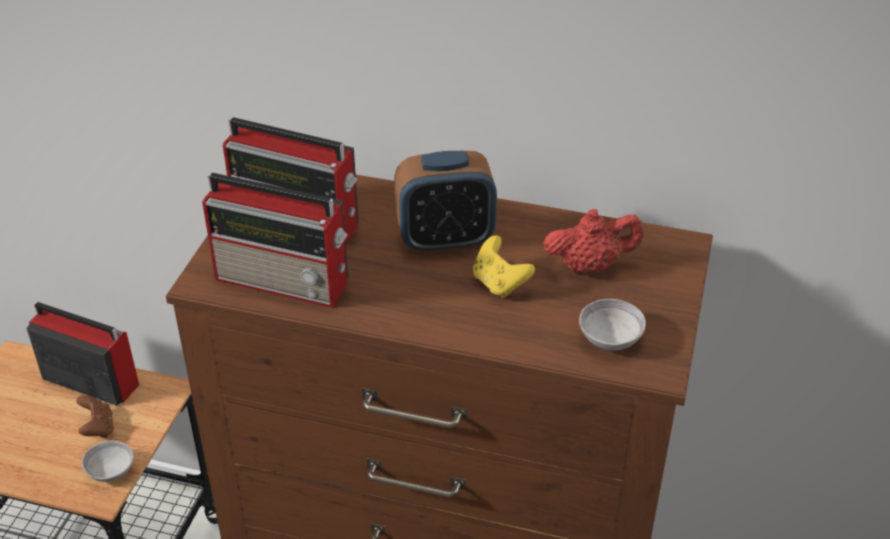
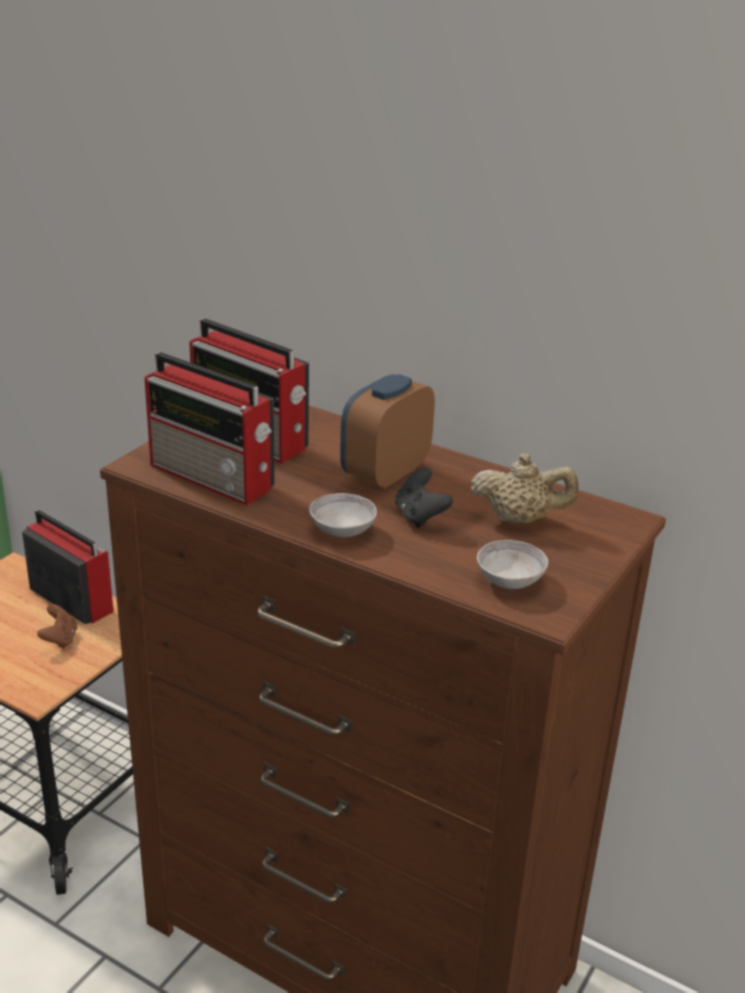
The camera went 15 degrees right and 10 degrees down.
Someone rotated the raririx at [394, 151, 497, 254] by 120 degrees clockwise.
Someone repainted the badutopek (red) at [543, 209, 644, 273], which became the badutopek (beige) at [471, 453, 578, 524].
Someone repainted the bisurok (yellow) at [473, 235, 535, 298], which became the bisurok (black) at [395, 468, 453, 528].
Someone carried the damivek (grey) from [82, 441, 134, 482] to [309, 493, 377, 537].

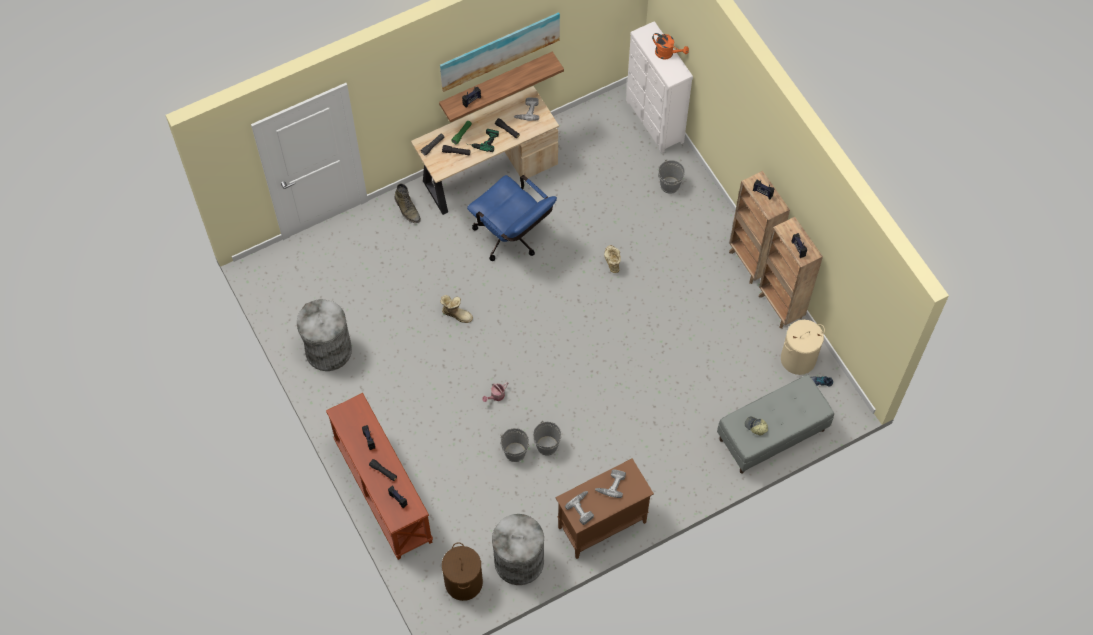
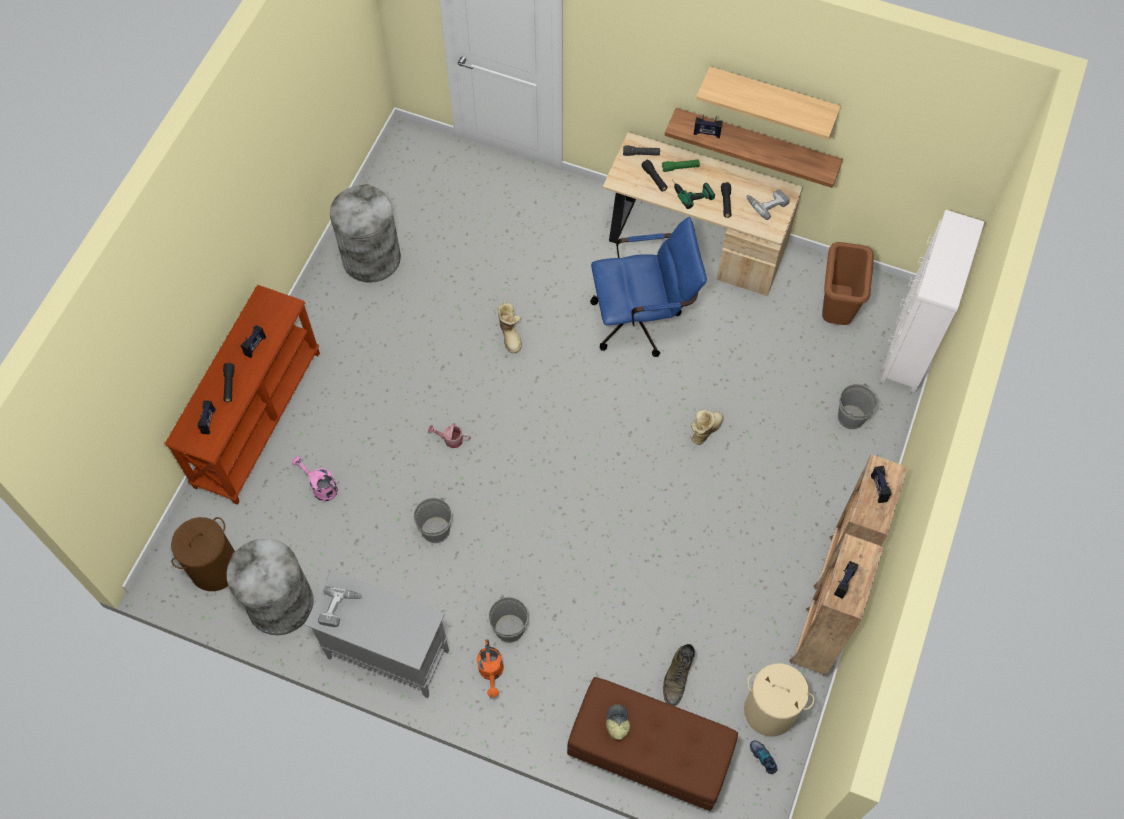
The camera went 50 degrees right and 0 degrees up.
Someone swapped the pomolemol at [440, 12, 560, 92] for the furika at [696, 67, 841, 139].
Someone carried the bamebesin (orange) from [652, 33, 689, 60] to [477, 639, 504, 698].
Someone rotated the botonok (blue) at [467, 175, 557, 261] by 105 degrees counterclockwise.
Someone carried the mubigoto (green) from [394, 183, 421, 223] to [663, 644, 695, 706].
Someone repainted the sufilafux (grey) at [717, 375, 834, 474], which became the sufilafux (brown) at [567, 677, 738, 811].
Someone carried the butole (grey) from [500, 428, 530, 462] to [489, 595, 528, 643].
Someone repainted the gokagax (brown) at [555, 458, 654, 559], which became the gokagax (grey) at [304, 570, 449, 698].
Someone took away the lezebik at [595, 469, 626, 498].
Someone put down the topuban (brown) at [822, 242, 874, 325].
Someone put down the bamebesin (pink) at [292, 456, 338, 501].

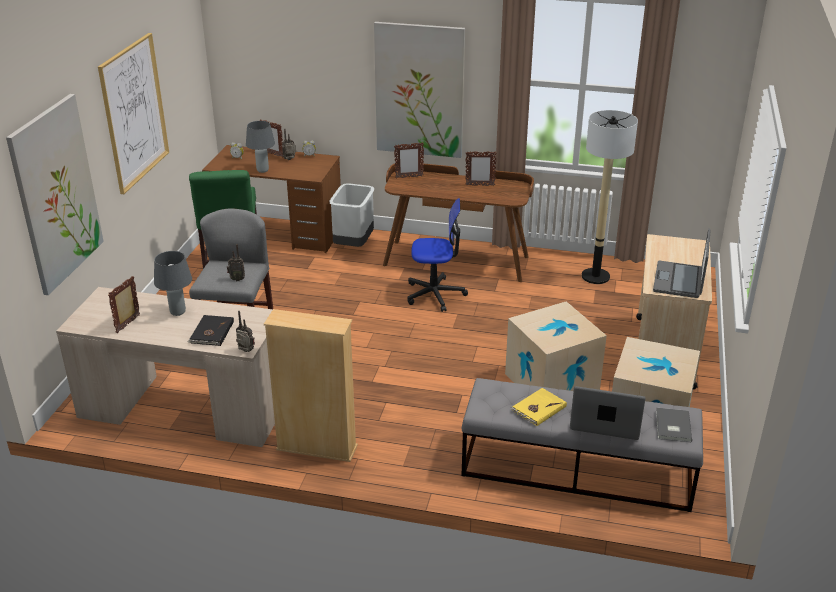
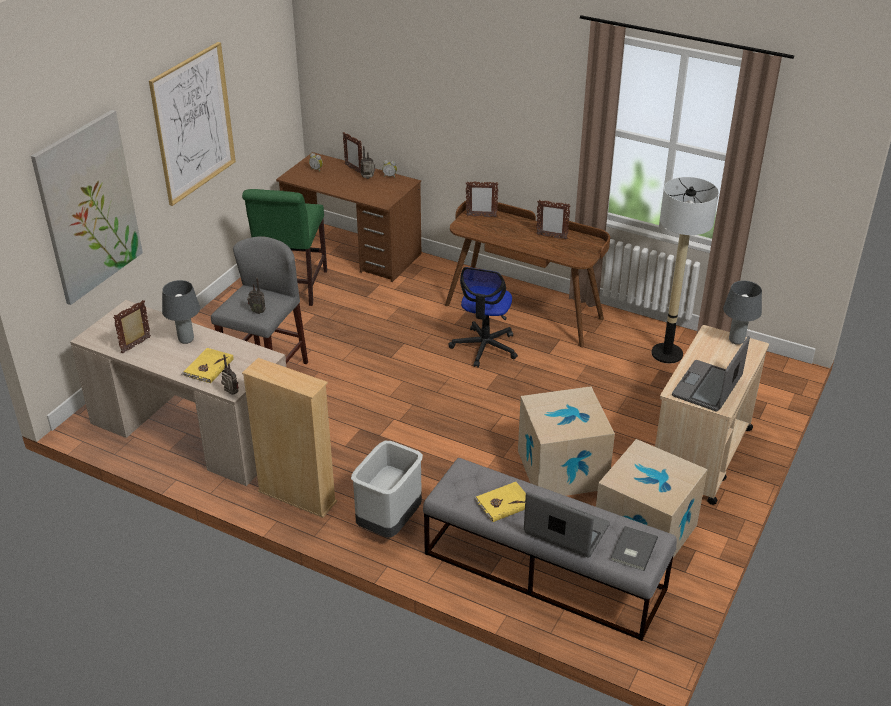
The camera went 15 degrees right and 5 degrees up.
Someone took away the pomolemol at [374, 22, 465, 158].
Someone carried the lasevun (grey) from [246, 121, 275, 173] to [723, 281, 762, 345].
Someone carried the topuban (grey) from [329, 183, 374, 247] to [351, 441, 423, 538].
Someone rotated the botonok at [407, 198, 468, 312] by 90 degrees clockwise.
Someone repainted the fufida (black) at [188, 315, 234, 346], which became the fufida (yellow) at [182, 348, 234, 383].

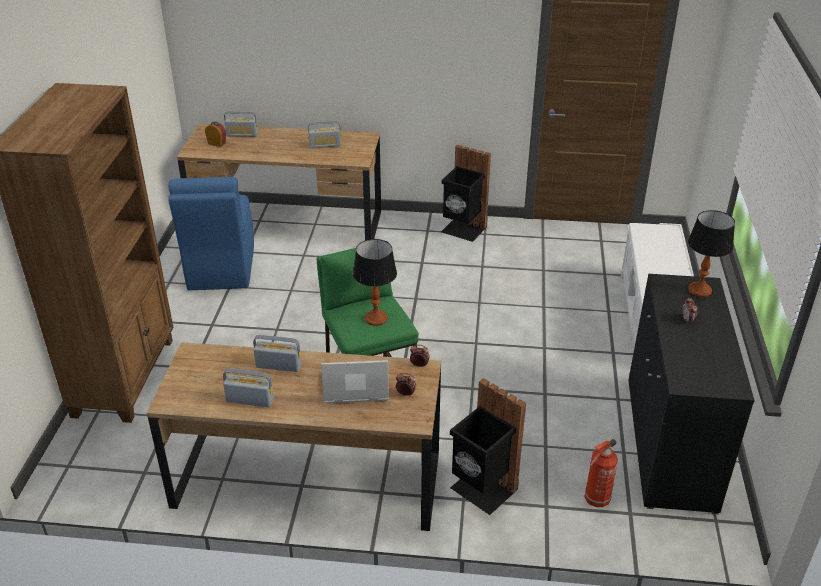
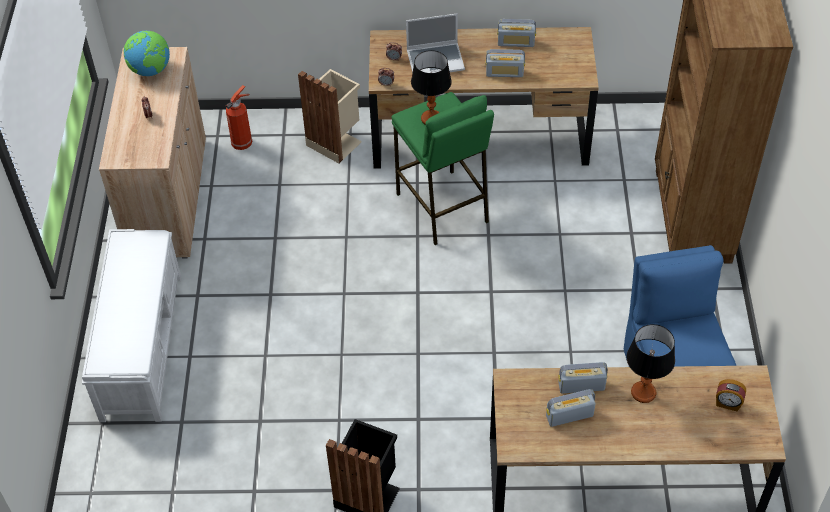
The camera went 175 degrees right and 15 degrees up.
Someone carried the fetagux from [224, 111, 258, 137] to [558, 362, 608, 393].
Someone carried the lasevun from [688, 210, 735, 297] to [626, 324, 675, 403].
Someone repainted the gokagax (black) at [628, 274, 755, 515], which became the gokagax (beige) at [99, 47, 206, 258].
Someone repainted the topuban (black) at [450, 378, 526, 515], which became the topuban (beige) at [298, 69, 362, 163].
Someone put down the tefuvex at [124, 30, 170, 76].

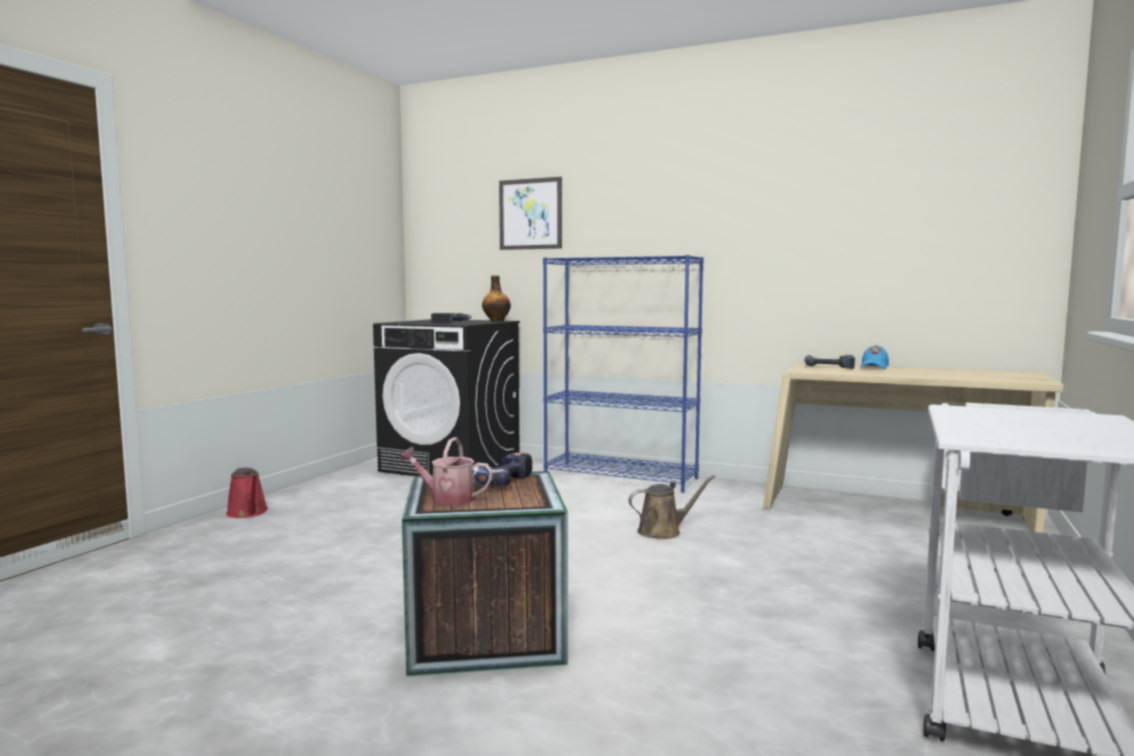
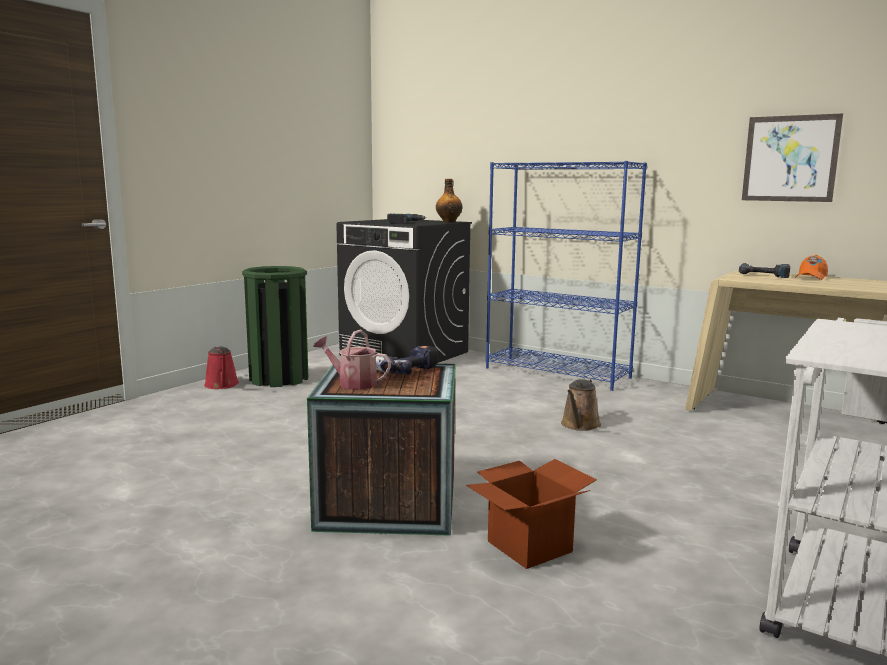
The camera went 10 degrees right and 5 degrees up.
Someone carried the pomolemol from [499, 177, 562, 250] to [742, 113, 843, 202].
Someone repainted the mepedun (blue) at [860, 345, 889, 369], which became the mepedun (orange) at [795, 255, 828, 280].
Someone rotated the bamebesin (brown) at [629, 475, 716, 539] by 120 degrees clockwise.
Someone put down the topuban (green) at [242, 266, 308, 387].
Someone put down the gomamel at [466, 459, 597, 569].

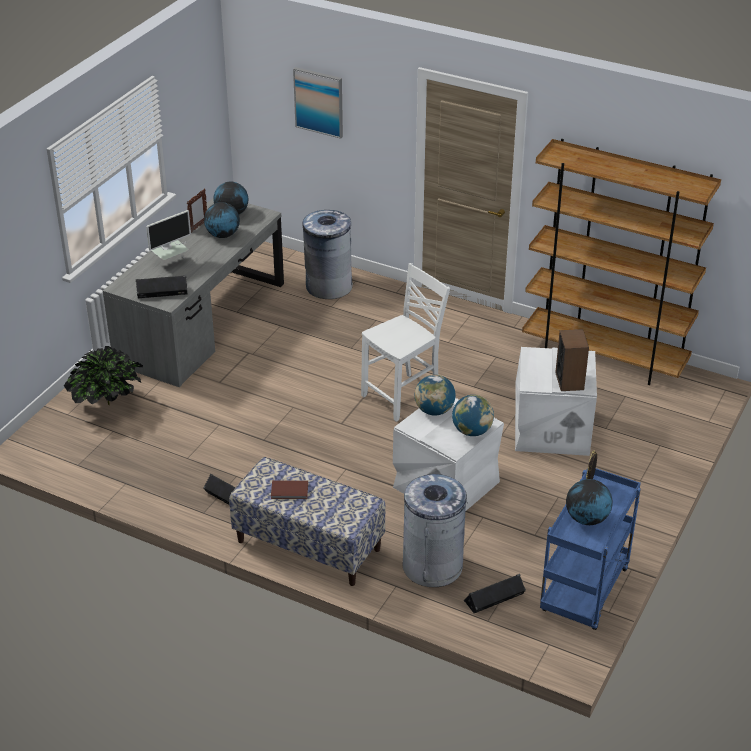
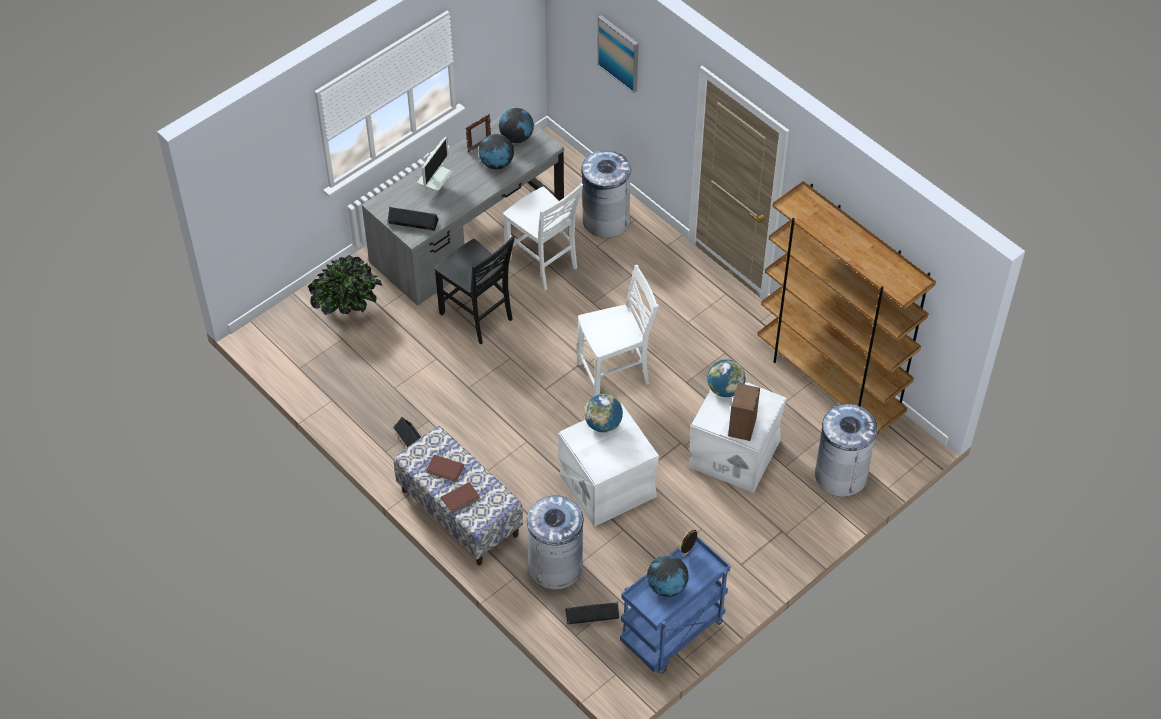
The camera went 20 degrees right and 15 degrees up.
Someone rotated the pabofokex at [146, 210, 191, 260] by 45 degrees counterclockwise.
Someone carried the tefuvex from [452, 395, 494, 436] to [707, 359, 745, 397].
Someone put down the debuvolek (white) at [503, 183, 583, 290].
Someone put down the debuvolek (black) at [434, 235, 515, 344].
Someone put down the topuban (grey) at [815, 404, 878, 497].
Someone put down the fufida (brown) at [441, 482, 480, 513].

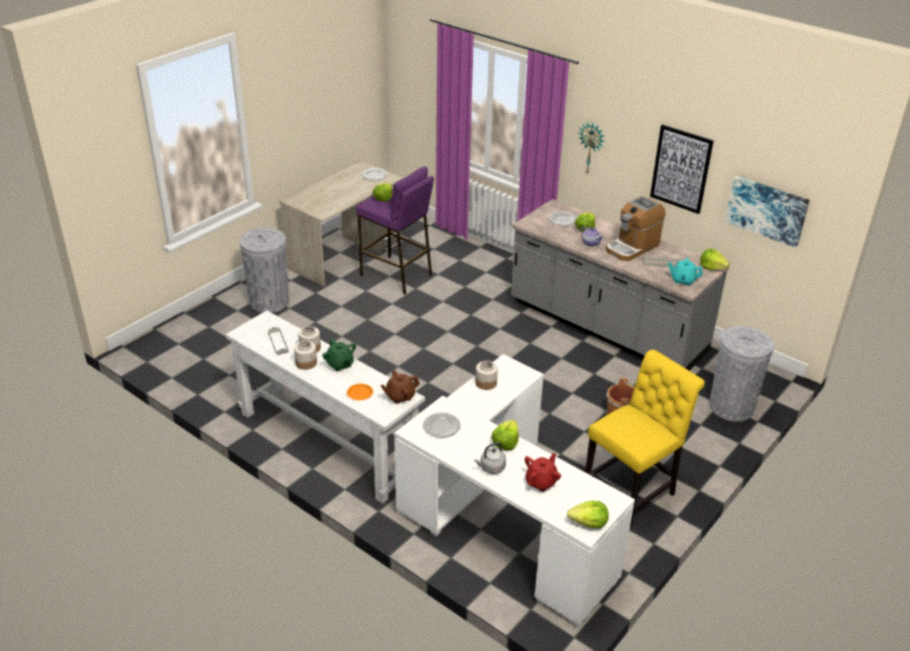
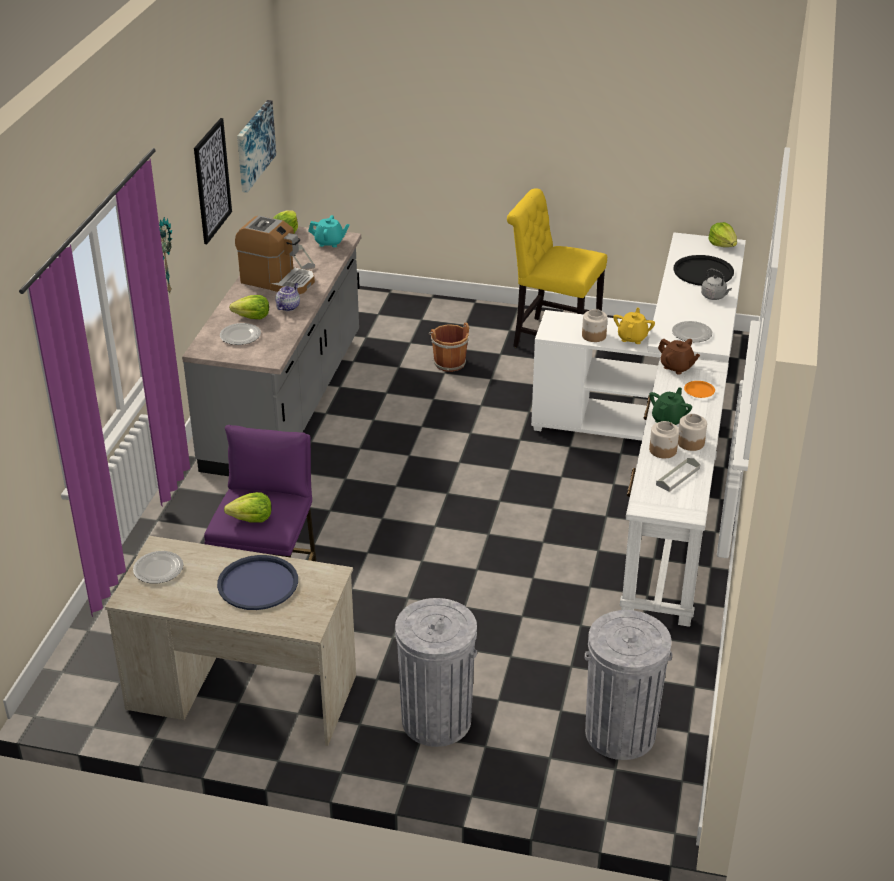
The camera went 115 degrees left and 0 degrees up.
Someone rotated the badutopek (turquoise) at [668, 257, 703, 286] by 75 degrees counterclockwise.
Someone carried the topuban (grey) from [709, 326, 774, 422] to [584, 610, 672, 760].
Someone took away the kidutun at [491, 420, 519, 450].
Someone swapped the badutopek (red) at [525, 453, 561, 492] for the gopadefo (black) at [673, 255, 734, 286].
Someone put down the badutopek (yellow) at [613, 308, 655, 344].
Someone put down the gopadefo (blue) at [217, 555, 298, 610].

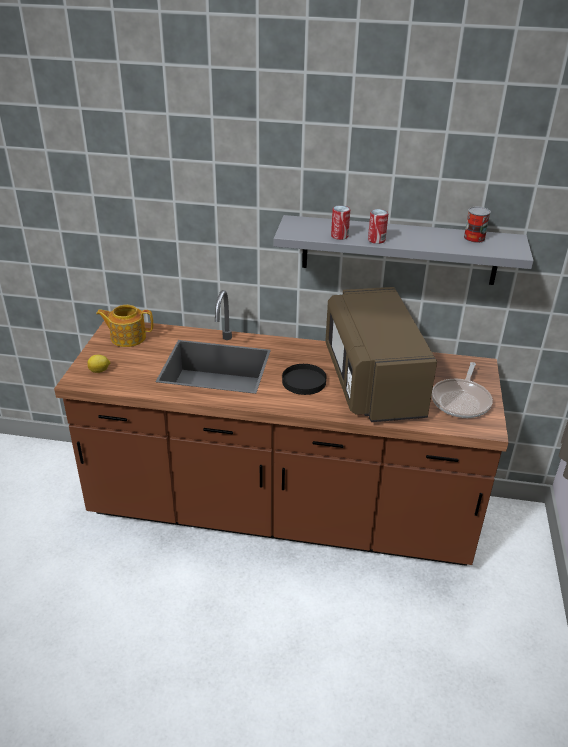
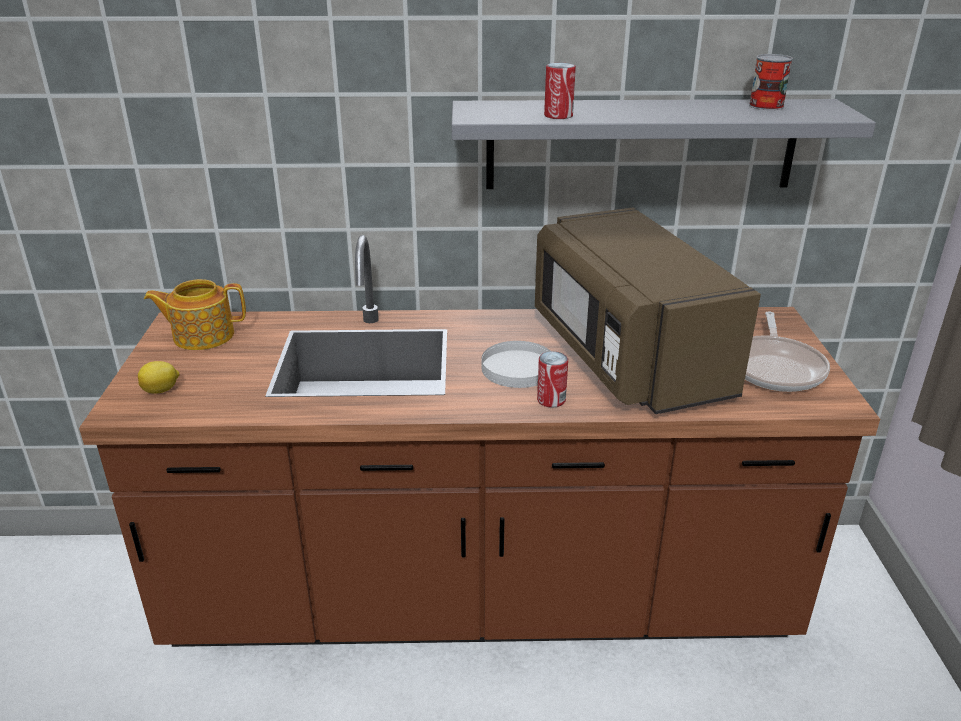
The camera went 10 degrees left and 5 degrees down.
Someone carried the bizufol from [368, 209, 388, 244] to [537, 351, 568, 408].
Someone repainted the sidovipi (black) at [282, 364, 326, 395], which became the sidovipi (white) at [482, 341, 550, 388].

